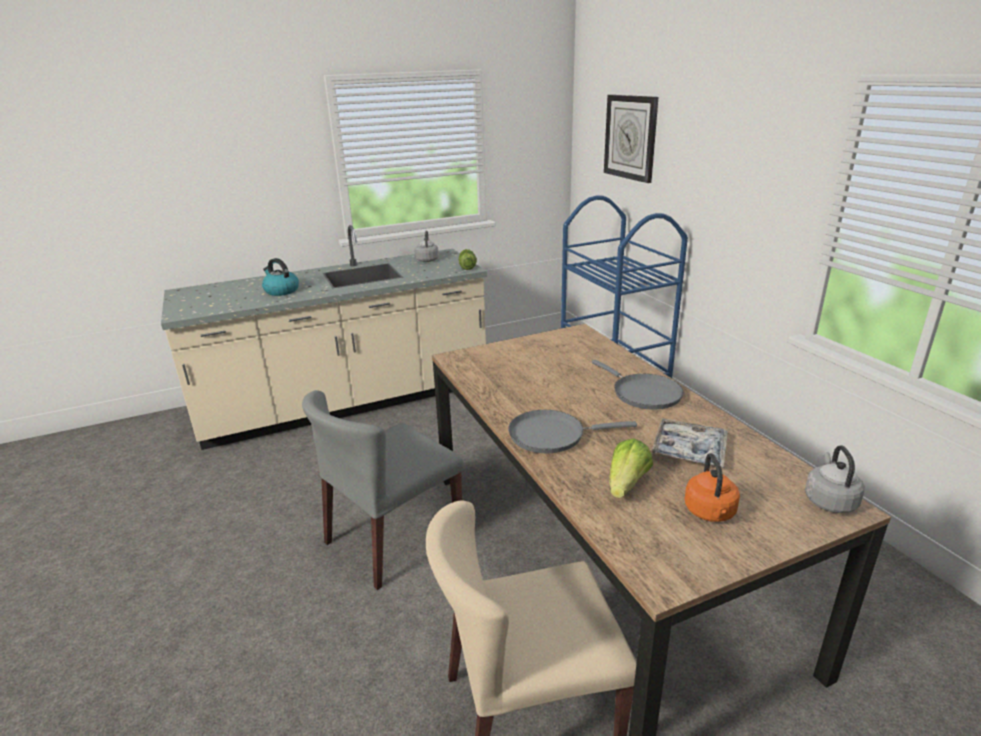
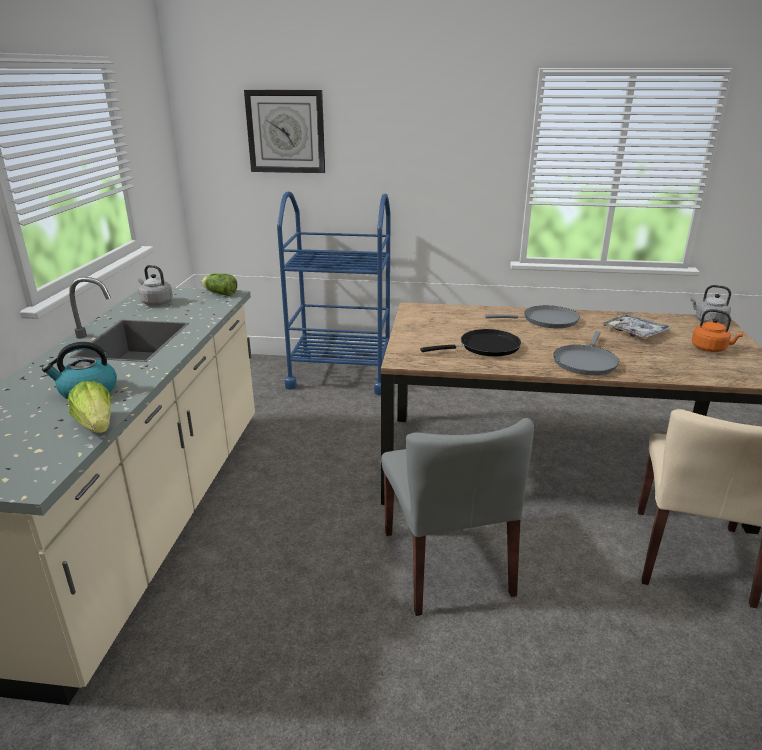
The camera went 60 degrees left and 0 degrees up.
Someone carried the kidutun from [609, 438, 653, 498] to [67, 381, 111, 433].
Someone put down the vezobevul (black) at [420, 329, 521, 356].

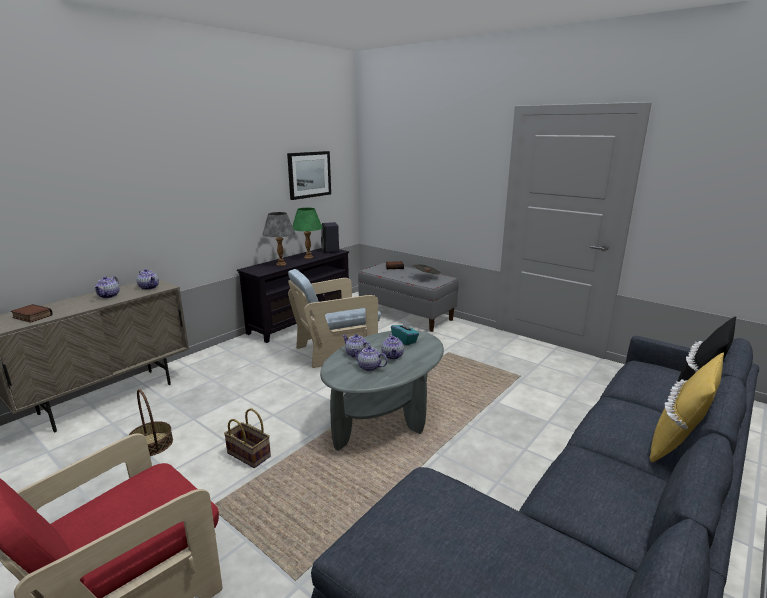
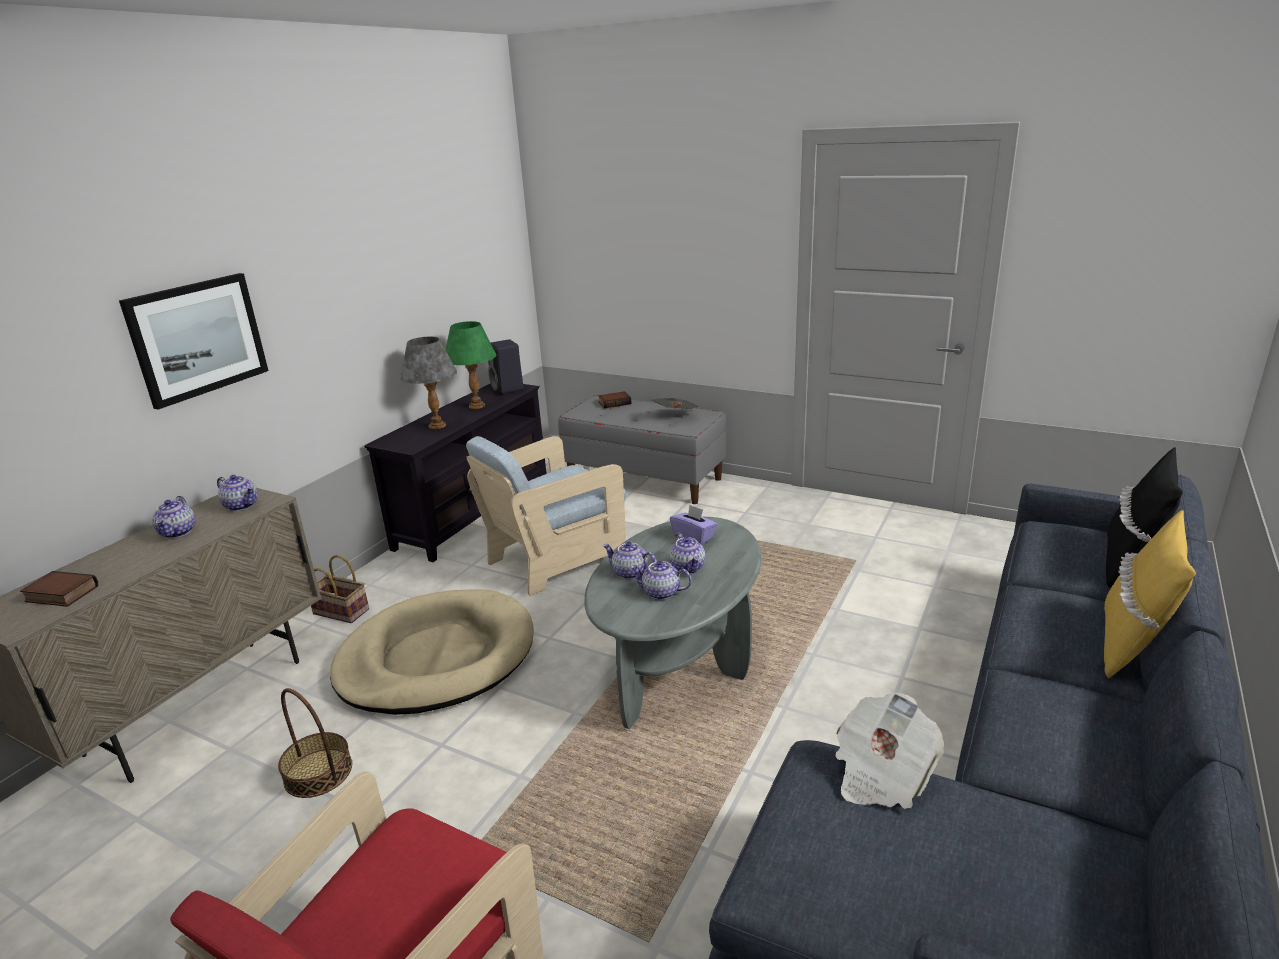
The camera went 10 degrees left and 5 degrees up.
Someone carried the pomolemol from [287, 151, 331, 200] to [119, 273, 268, 410].
Someone repainted the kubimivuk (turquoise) at [391, 320, 419, 345], which became the kubimivuk (purple) at [670, 505, 718, 545].
Someone carried the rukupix from [224, 409, 271, 468] to [311, 555, 369, 623].
Someone put down the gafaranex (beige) at [330, 589, 534, 715].
Someone put down the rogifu at [835, 693, 944, 809].

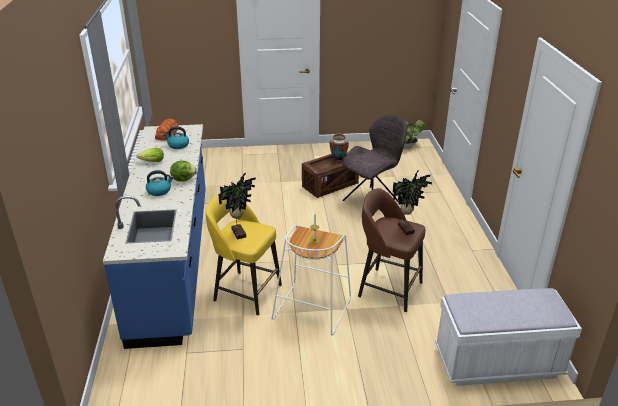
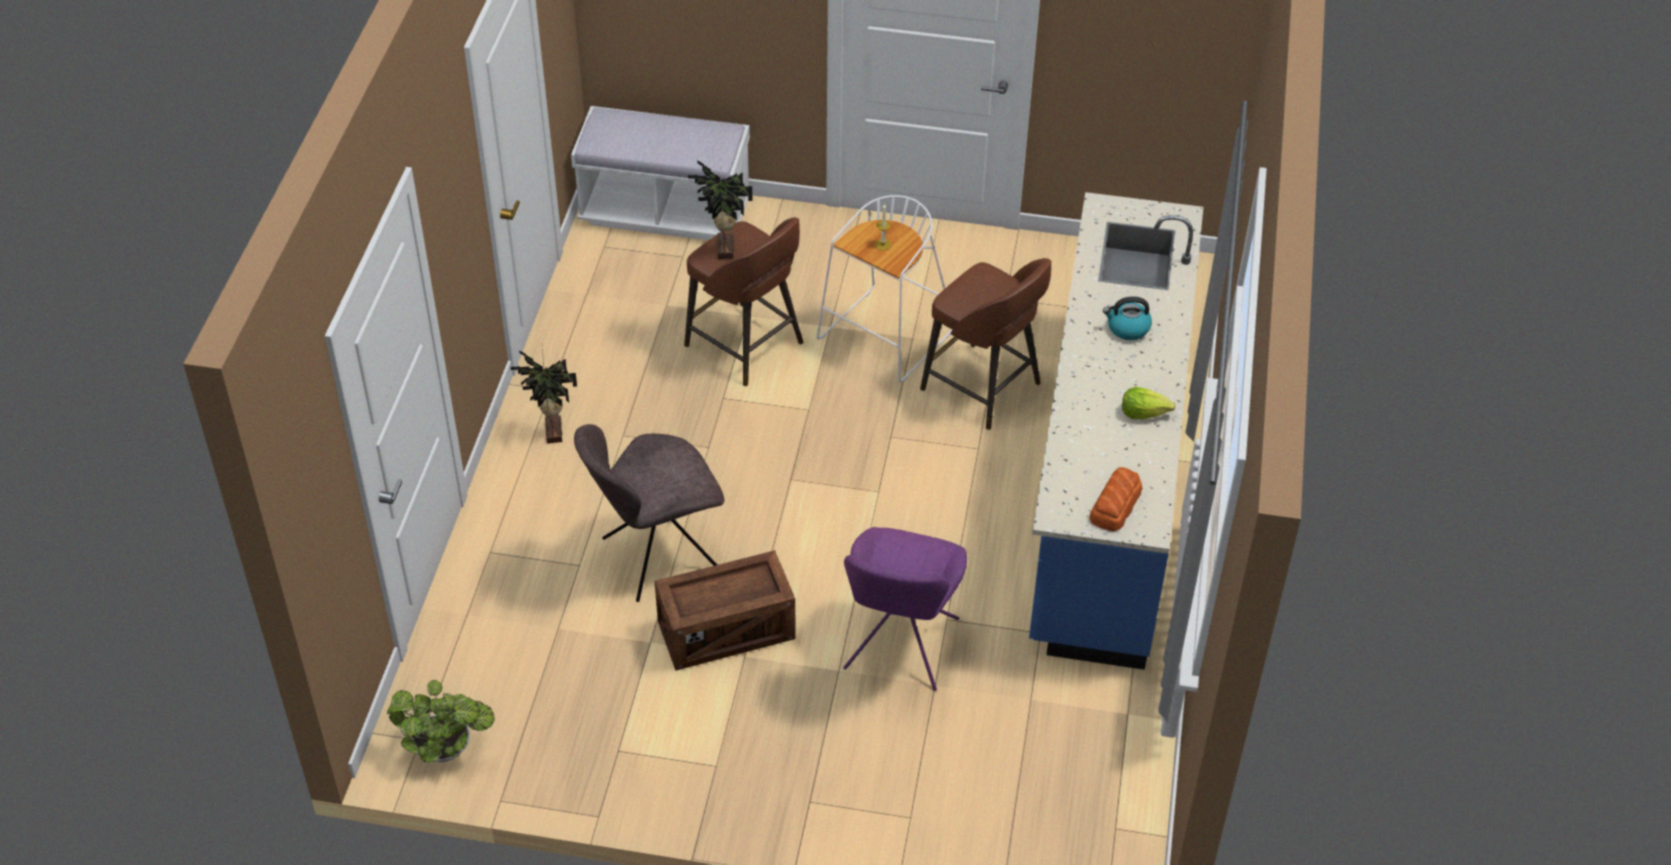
The camera went 165 degrees left and 15 degrees up.
Someone took away the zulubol at [163, 126, 189, 149].
Someone took away the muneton at [330, 134, 349, 161].
Someone took away the kidutun at [170, 160, 197, 182].
Someone carried the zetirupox from [218, 172, 256, 239] to [510, 350, 577, 443].
Someone repainted the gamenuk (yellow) at [206, 193, 282, 315], which became the gamenuk (brown) at [920, 258, 1051, 430].
Someone put down the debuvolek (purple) at [843, 527, 967, 691].

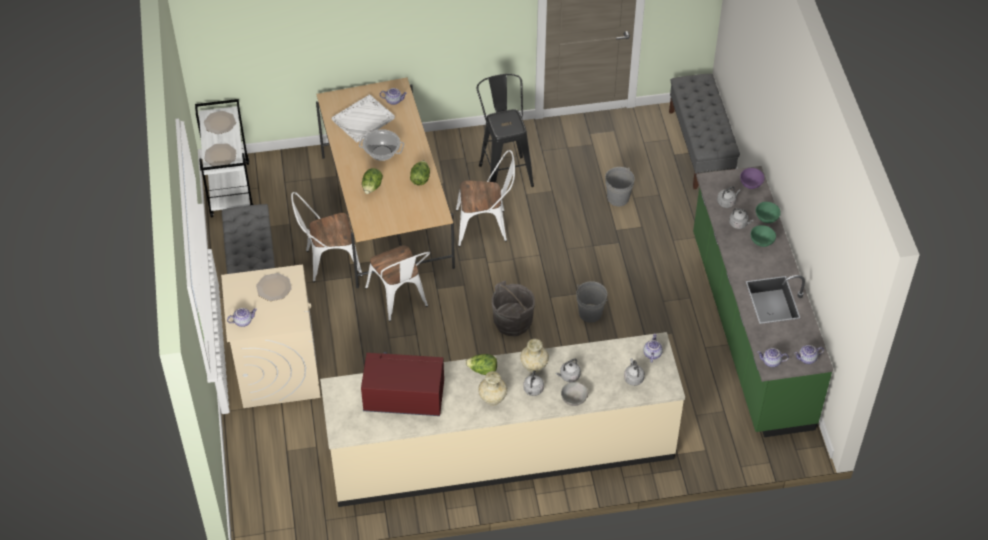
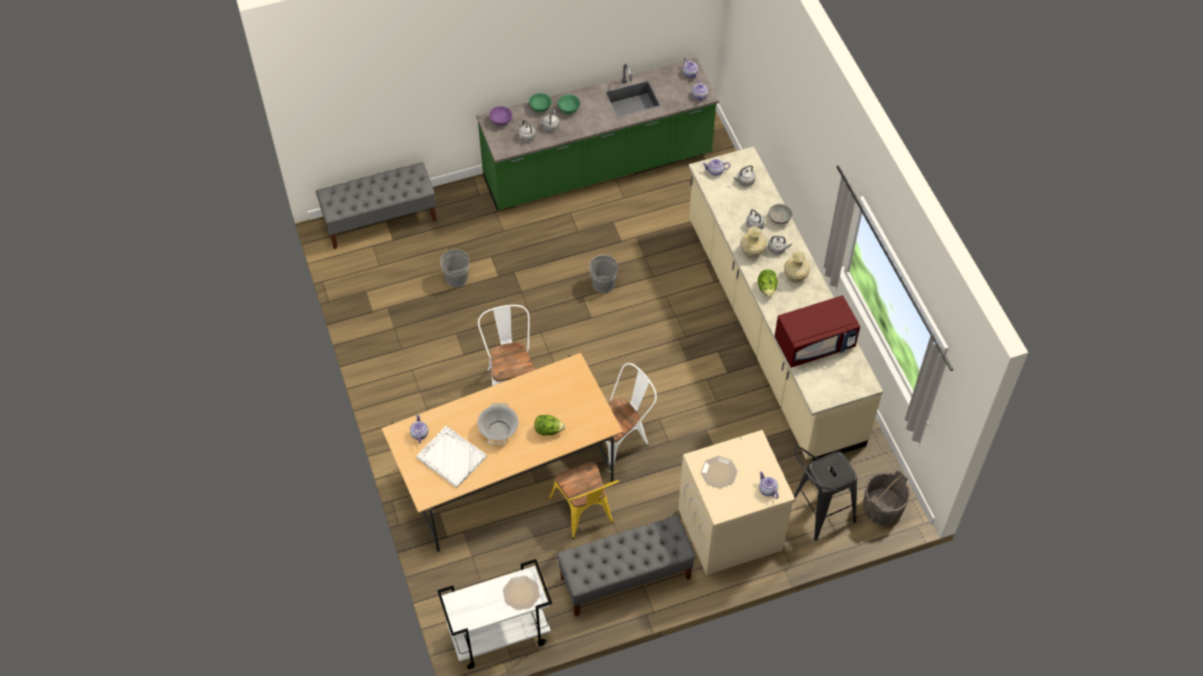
The camera went 100 degrees left and 5 degrees up.
Someone carried the gamenuk (black) from [476, 74, 534, 187] to [793, 446, 857, 540].
Someone took away the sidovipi at [204, 111, 236, 134].
Someone took away the kidutun at [410, 160, 430, 185].
Someone repainted the debuvolek (white) at [291, 192, 363, 282], which became the debuvolek (yellow) at [549, 462, 619, 539].
Someone carried the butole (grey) from [492, 281, 535, 336] to [863, 470, 910, 525].
Someone rotated the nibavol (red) at [361, 352, 444, 416] by 105 degrees counterclockwise.

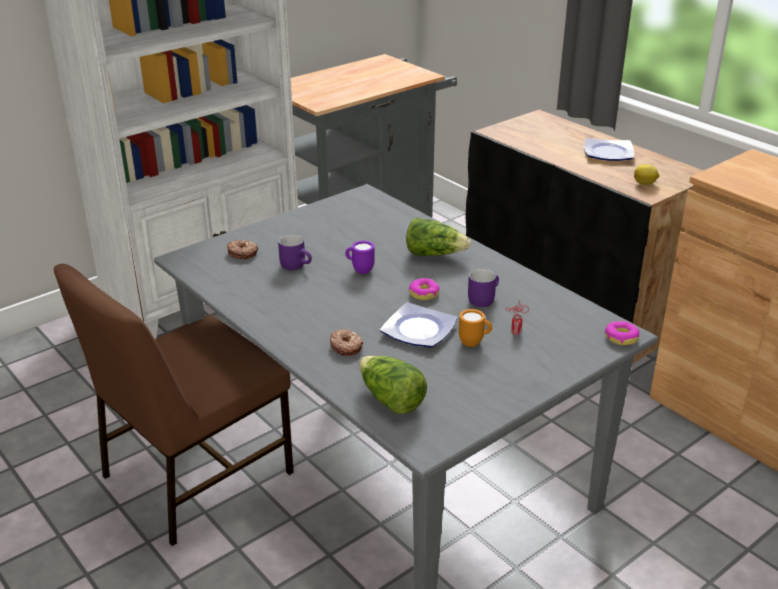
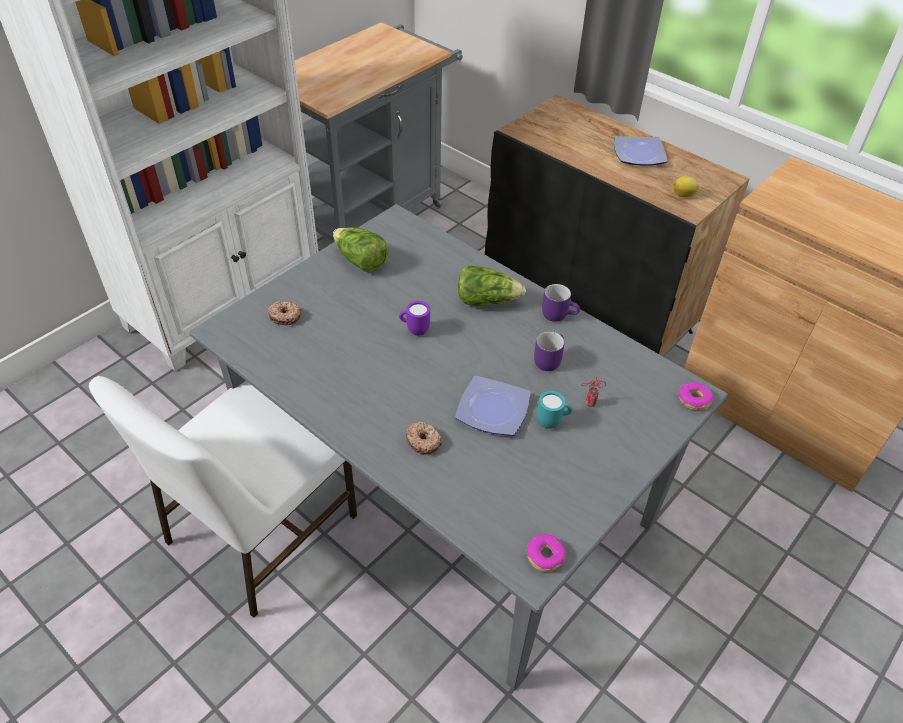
The camera went 10 degrees left and 15 degrees up.
Someone carried the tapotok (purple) from [278, 234, 312, 270] to [542, 284, 580, 322].
Someone repainted the debuvolek (brown) at [54, 264, 294, 546], which became the debuvolek (white) at [89, 376, 357, 618].
Someone carried the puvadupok from [409, 278, 440, 300] to [526, 534, 566, 572].
Someone repainted the tapotok (orange) at [459, 309, 492, 347], which became the tapotok (turquoise) at [537, 391, 572, 429].
Someone carried the kidutun from [359, 356, 427, 414] to [333, 228, 388, 272].

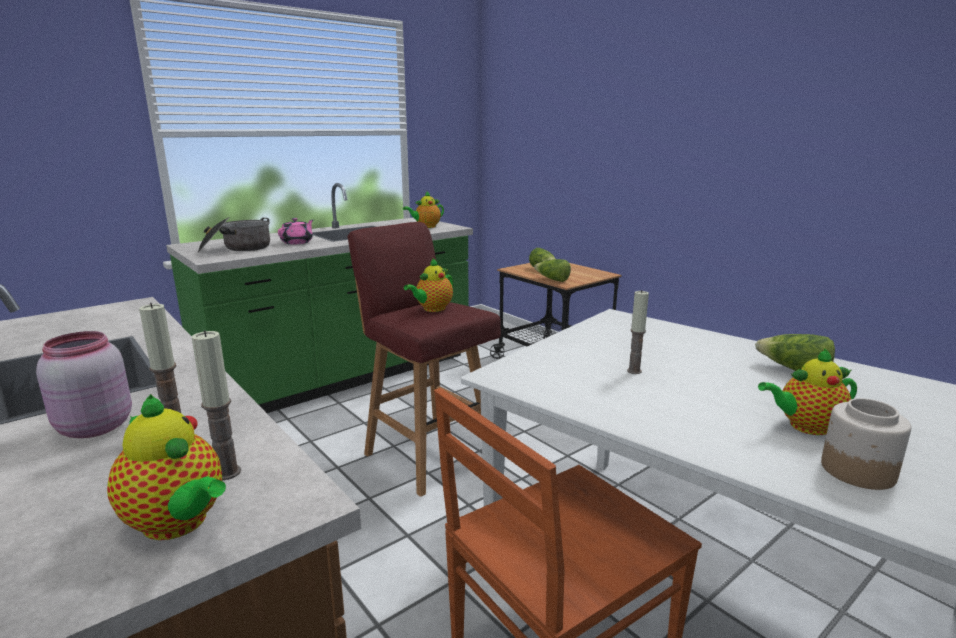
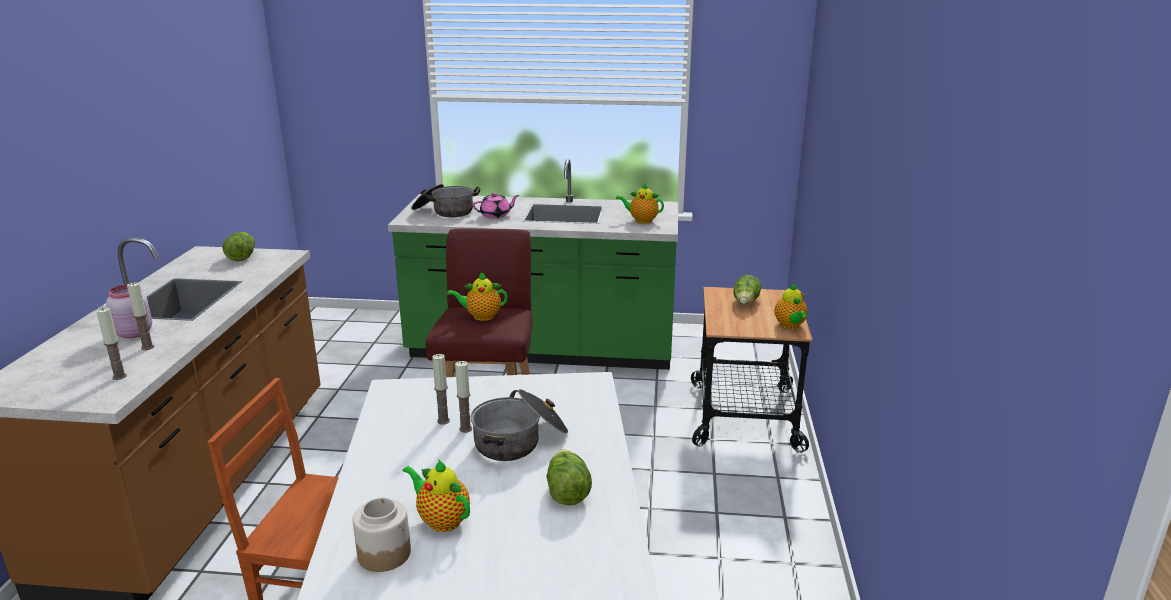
The camera went 45 degrees right and 5 degrees up.
Someone carried the kidutun from [534, 259, 571, 282] to [222, 232, 255, 261].
Someone carried the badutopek from [107, 394, 226, 540] to [774, 284, 808, 329].
Someone put down the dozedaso at [432, 354, 450, 425].
Someone put down the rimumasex at [471, 389, 568, 461].

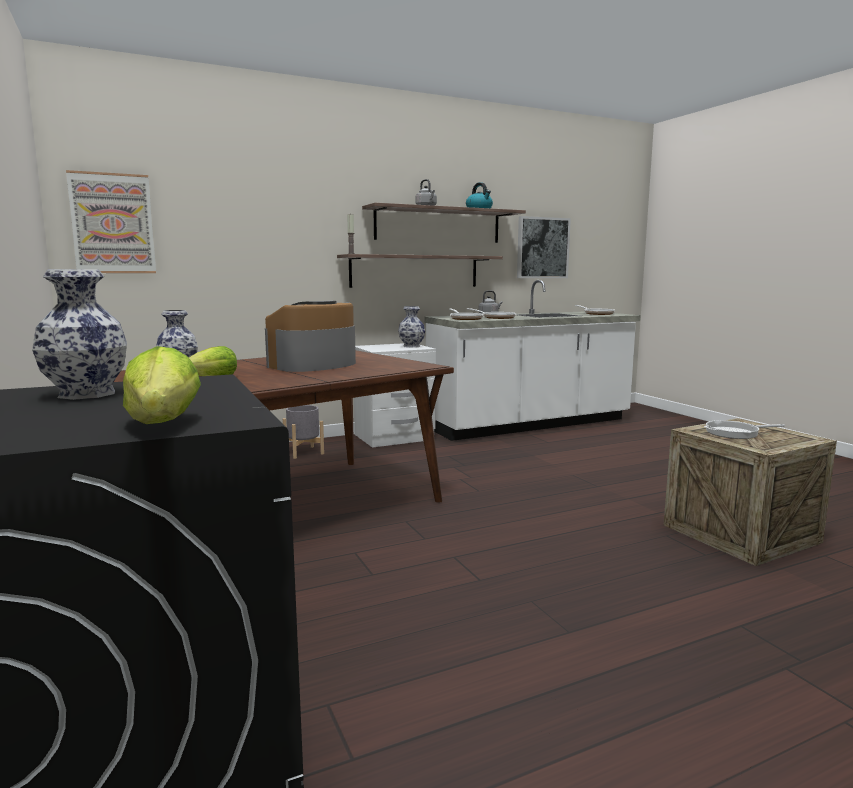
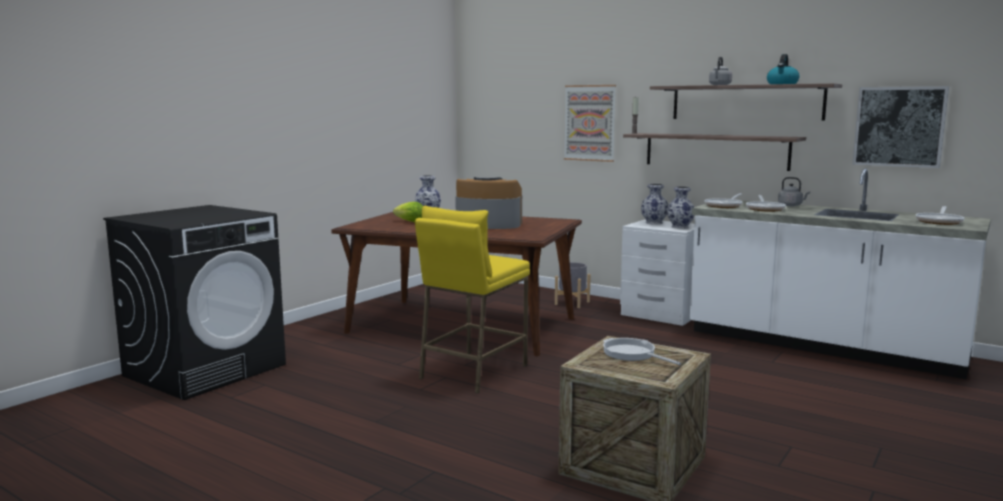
The camera went 60 degrees right and 0 degrees up.
Someone carried the pomolemol from [66, 170, 156, 273] to [564, 85, 616, 162].
Someone carried the muneton from [32, 269, 127, 400] to [641, 184, 668, 225].
Someone took away the kidutun at [123, 346, 201, 424].
Someone put down the gamenuk (yellow) at [415, 206, 530, 394].

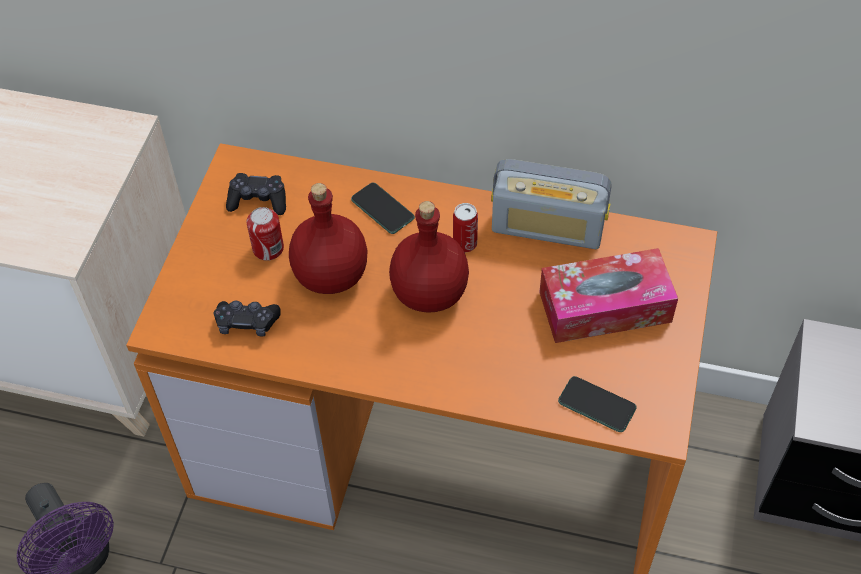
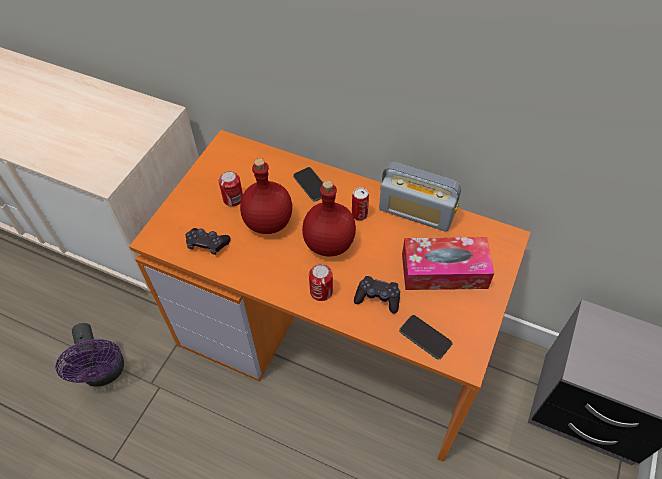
The camera went 10 degrees right and 0 degrees up.
Someone carried the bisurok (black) from [226, 173, 286, 215] to [354, 276, 400, 314].
Someone put down the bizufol at [309, 264, 333, 301].

